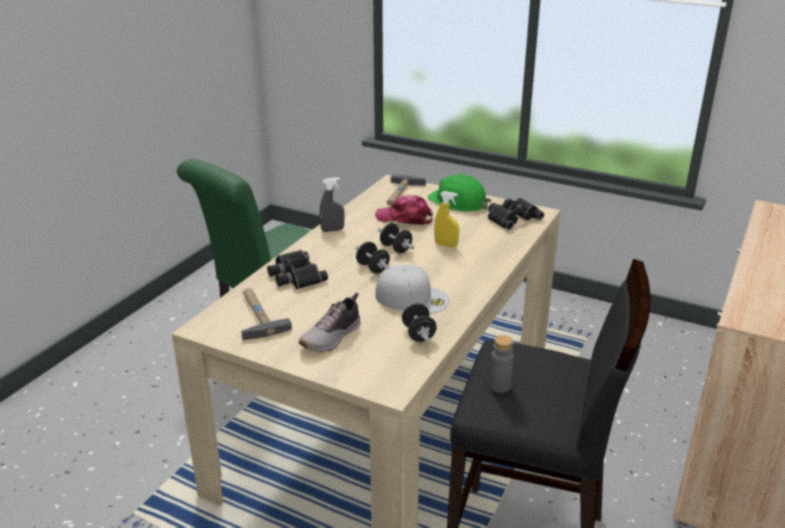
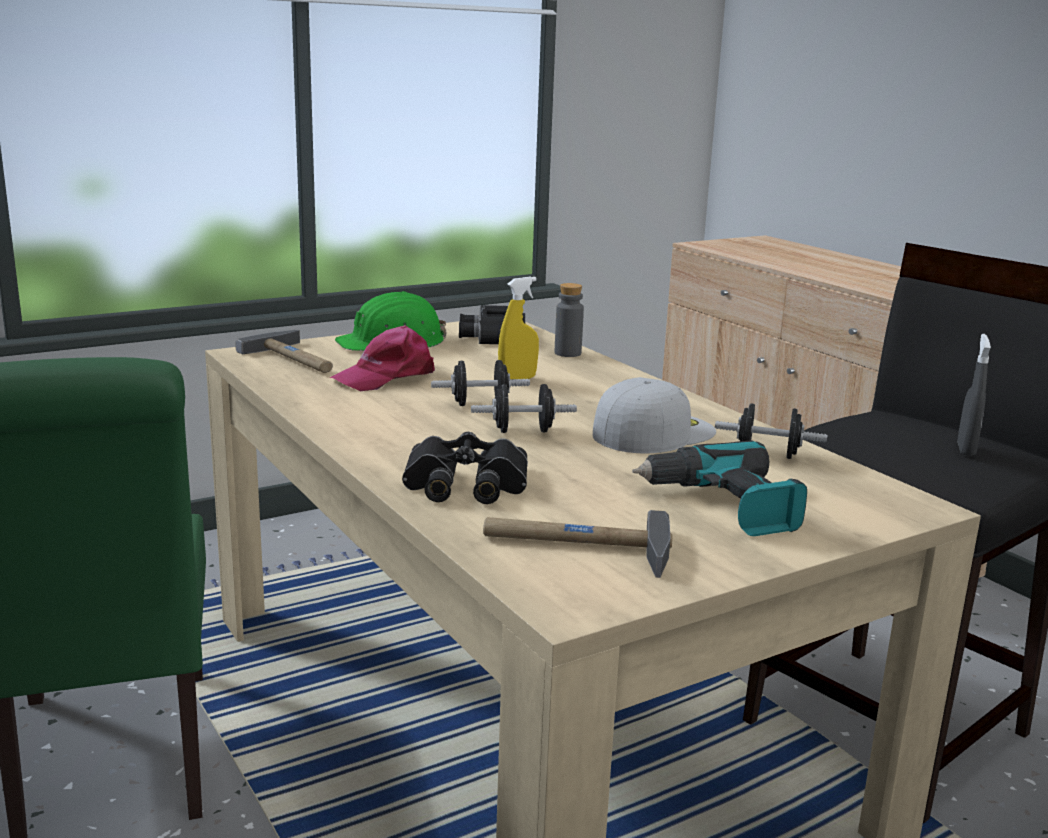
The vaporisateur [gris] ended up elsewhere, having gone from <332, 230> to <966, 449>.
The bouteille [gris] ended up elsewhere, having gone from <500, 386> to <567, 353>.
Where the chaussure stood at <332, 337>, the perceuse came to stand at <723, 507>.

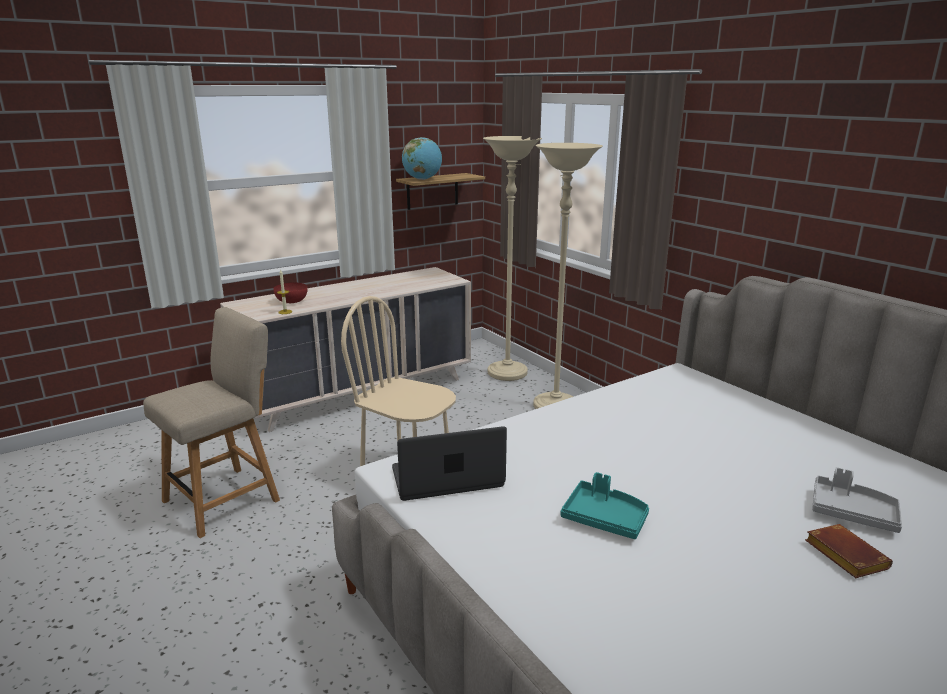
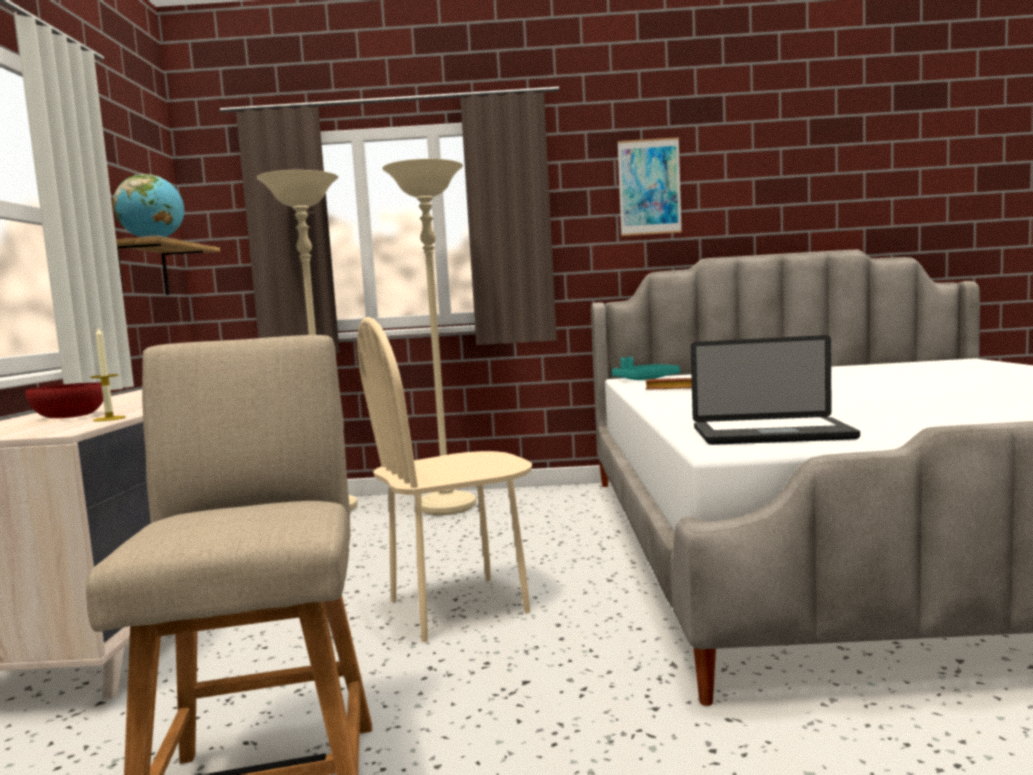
The second view lost the plateau [gris] at <852, 513>.
The second view gained the tableau at <649, 187>.
The plateau [turquoise] ended up elsewhere, having gone from <604, 518> to <645, 379>.
The livre [marron] ended up elsewhere, having gone from <842, 555> to <668, 389>.
The ordinateur portable at <447, 478> ended up facing another way, 105 degrees counterclockwise from before.

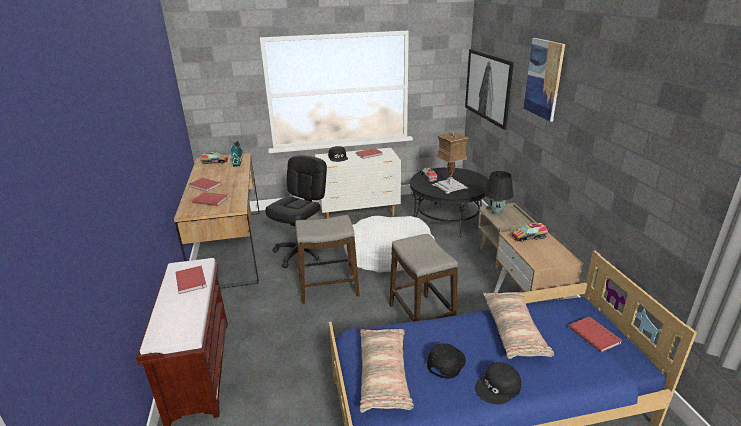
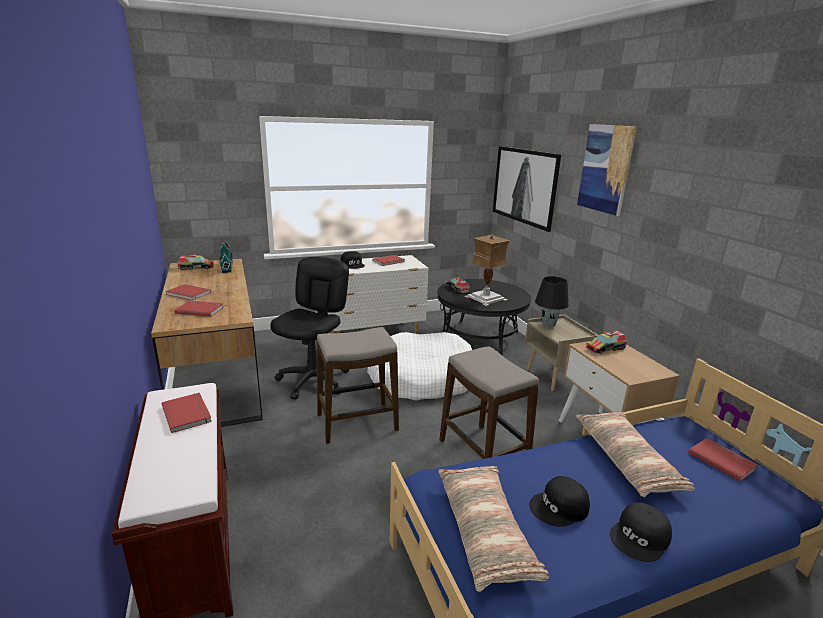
The casquette [noir] at <445, 362> ended up facing another way, 135 degrees counterclockwise from before.

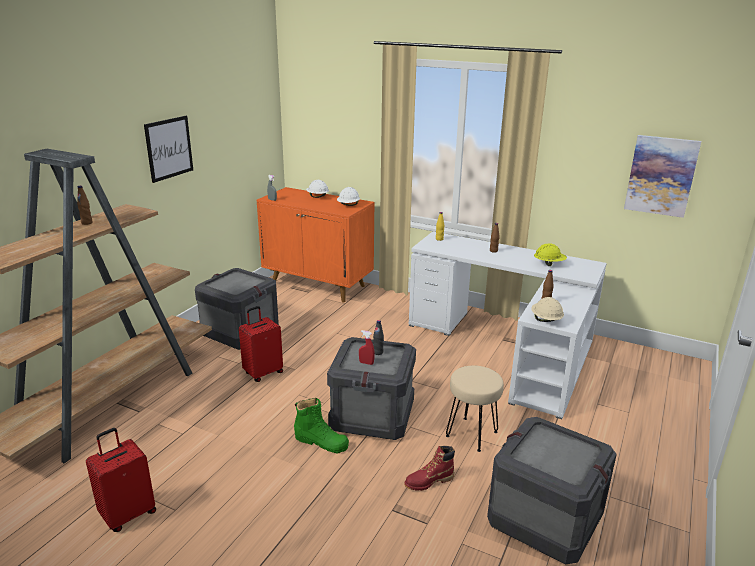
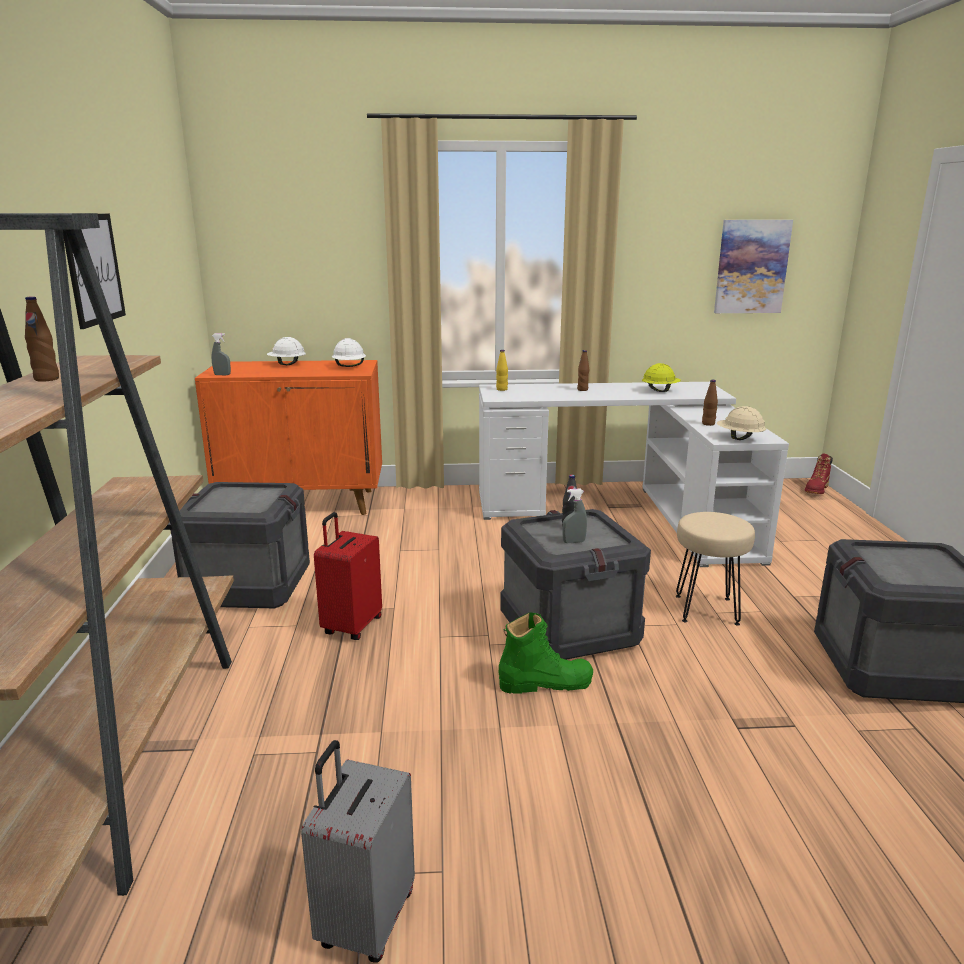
The botte [rouge] ended up elsewhere, having gone from <429, 481> to <816, 490>.
What was the valise [rouge] at <128, 514> turned into the valise [gris] at <364, 920>.
What was the vaporisateur [rouge] at <366, 363> turned into the vaporisateur [gris] at <573, 542>.

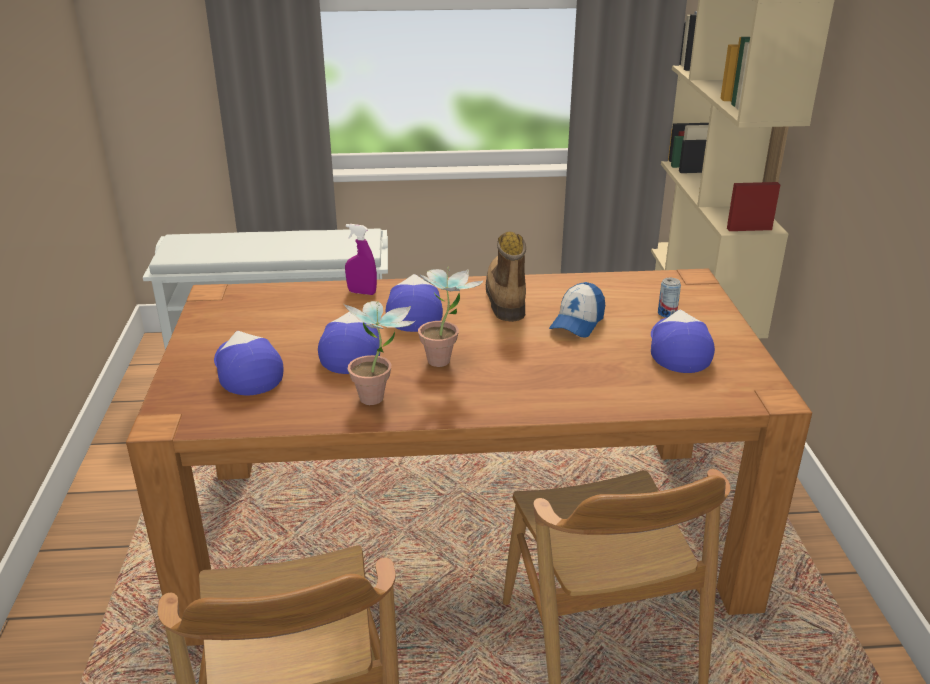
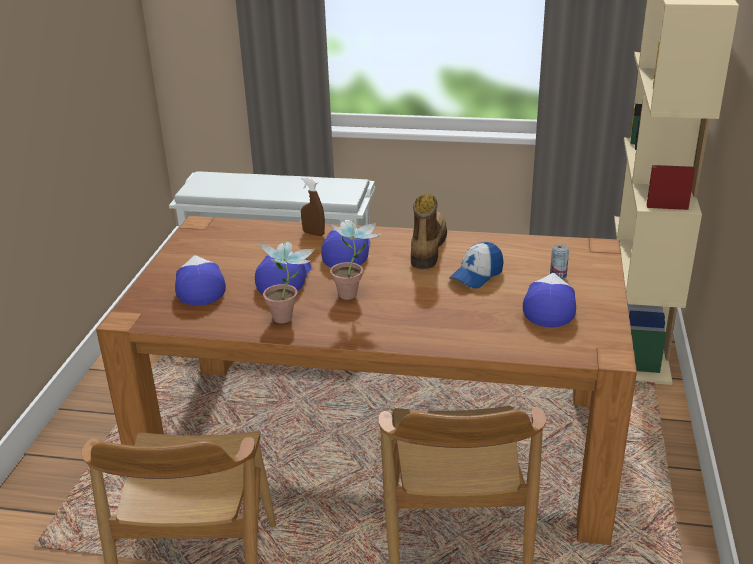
What was the vaporisateur [violet] at <362, 292> turned into the vaporisateur [marron] at <313, 233>.

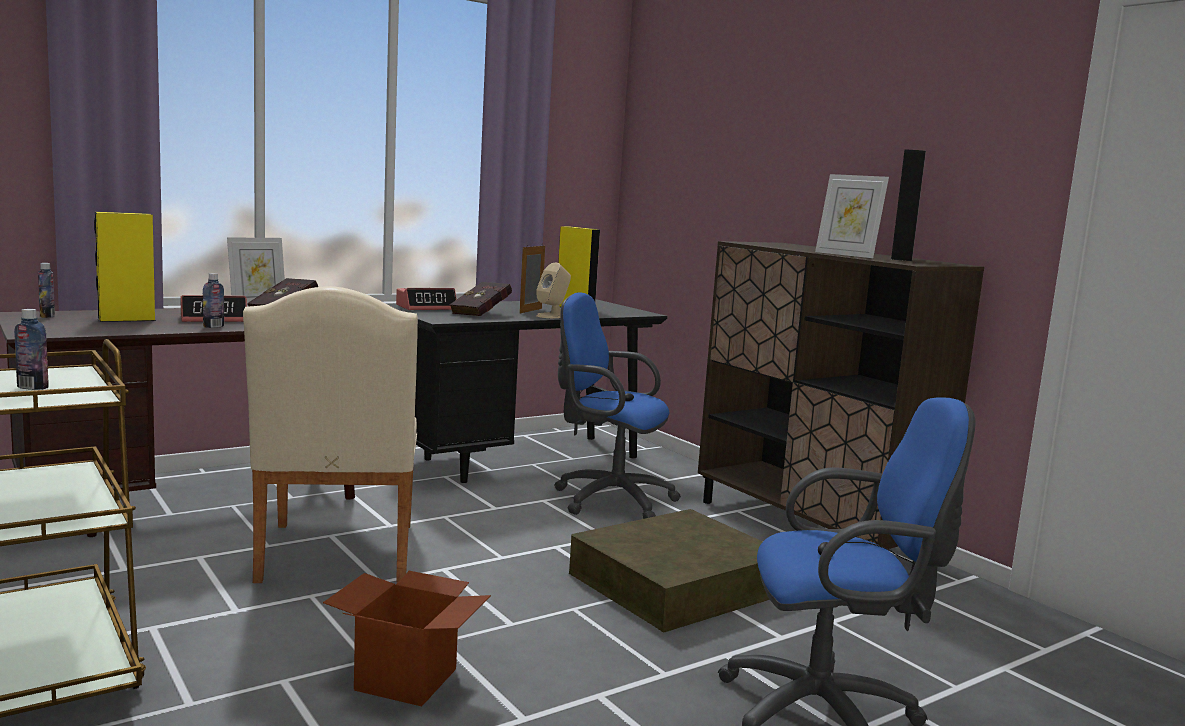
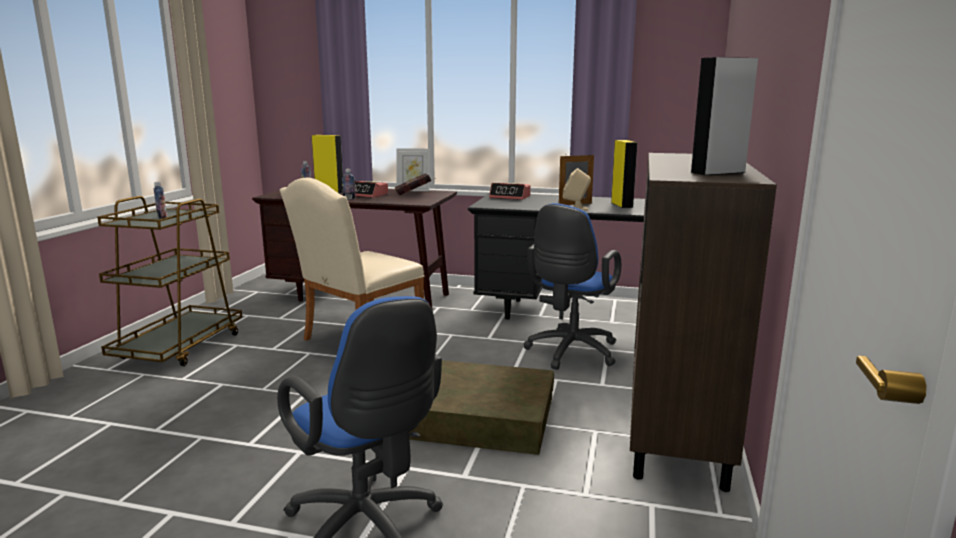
The second view lost the carton at <406, 679>.
The second view lost the livre [rouge] at <483, 314>.
The second view lost the cadre photo at <846, 255>.
The chaise de bureau [bleu] at <607, 499> ended up facing another way, 135 degrees counterclockwise from before.

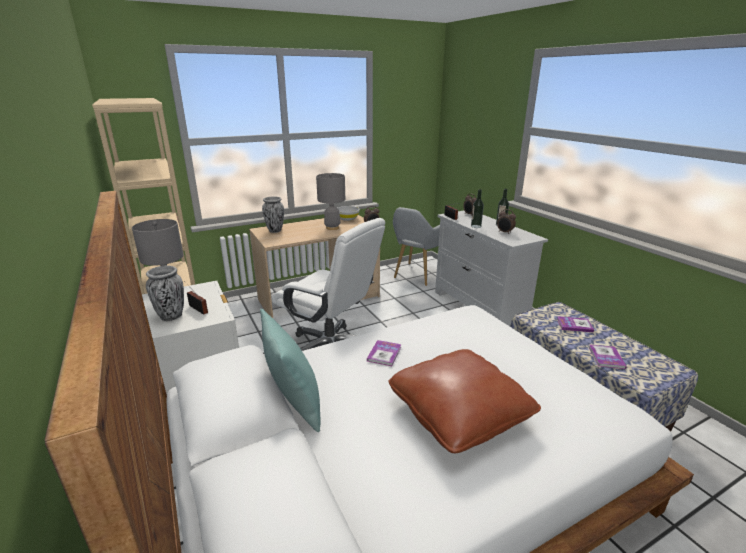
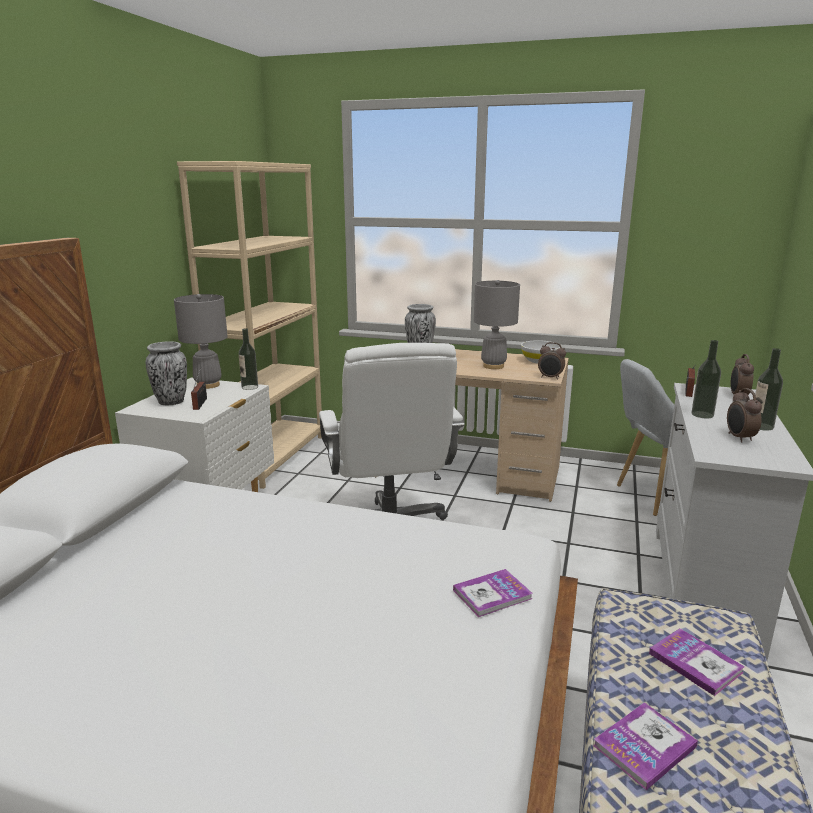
The second view lost the coussin [turquoise] at <294, 403>.
The second view lost the coussin [marron] at <459, 413>.
The second view gained the bouteille at <249, 387>.
The livre ended up elsewhere, having gone from <384, 354> to <492, 594>.

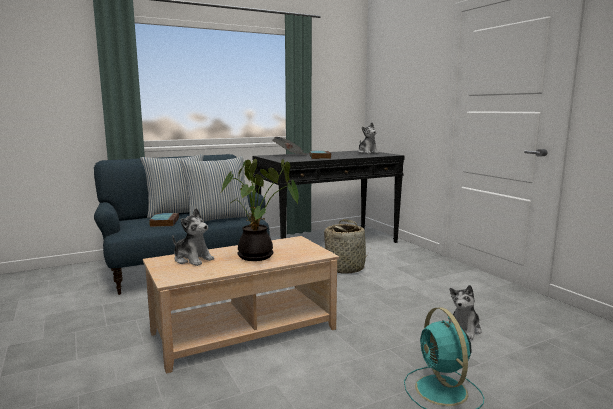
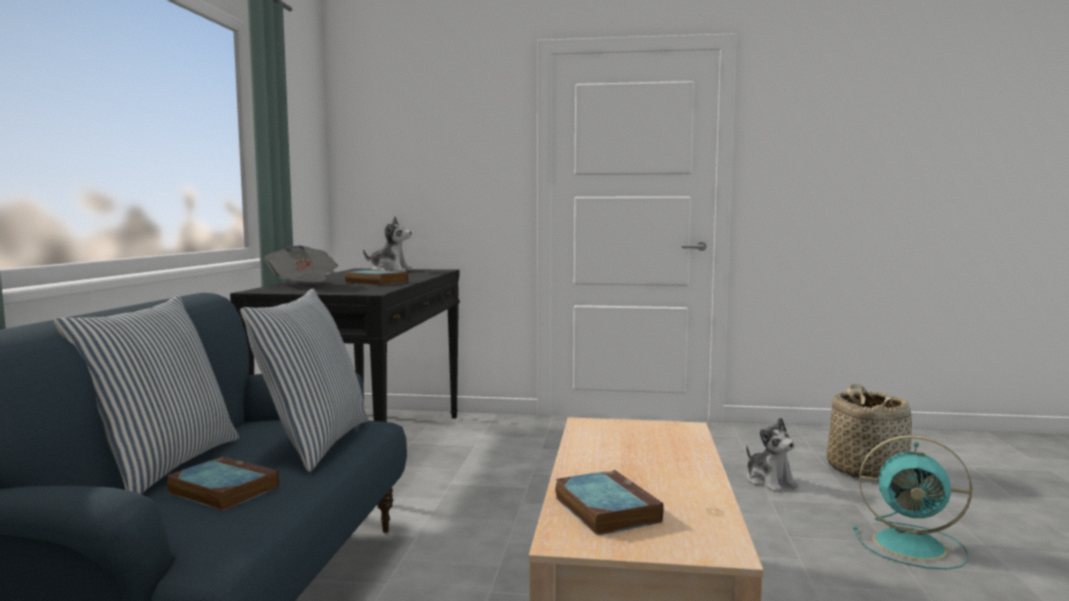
The second view lost the plante en pot at <259, 256>.
The panier ended up elsewhere, having gone from <345, 268> to <865, 471>.
Where the peluche stood at <192, 259>, the livre came to stand at <604, 509>.

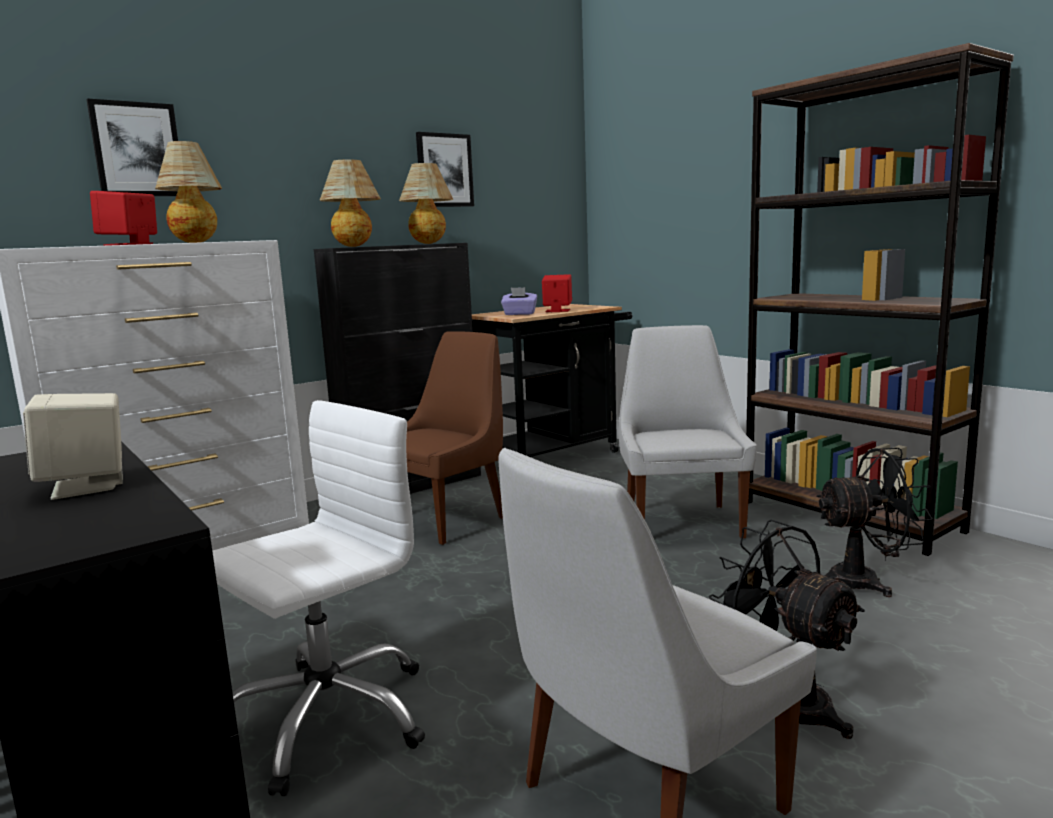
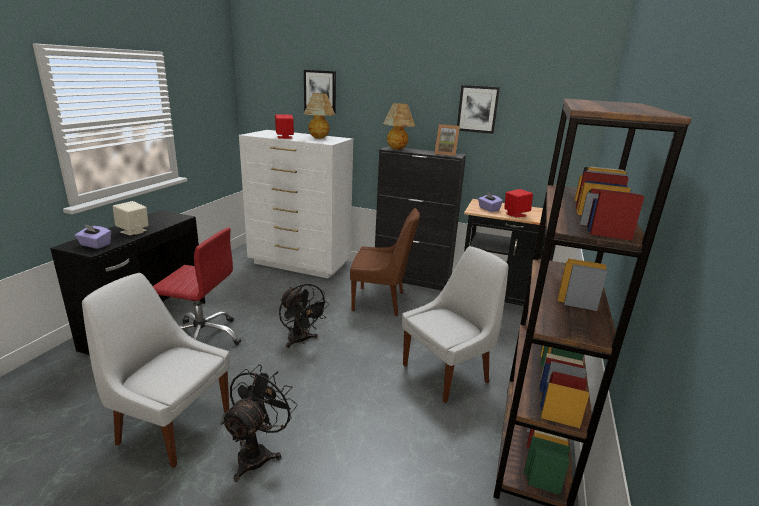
The second view gained the boîte à mouchoirs [violet] at <95, 245>.
The ventilateur [noir] ended up elsewhere, having gone from <866, 581> to <301, 341>.
Where the lampe de table stood at <429, 243>, the cadre photo came to stand at <446, 154>.
What was the chaise de bureau [blanc] at <327, 717> turned into the chaise de bureau [rouge] at <202, 338>.

